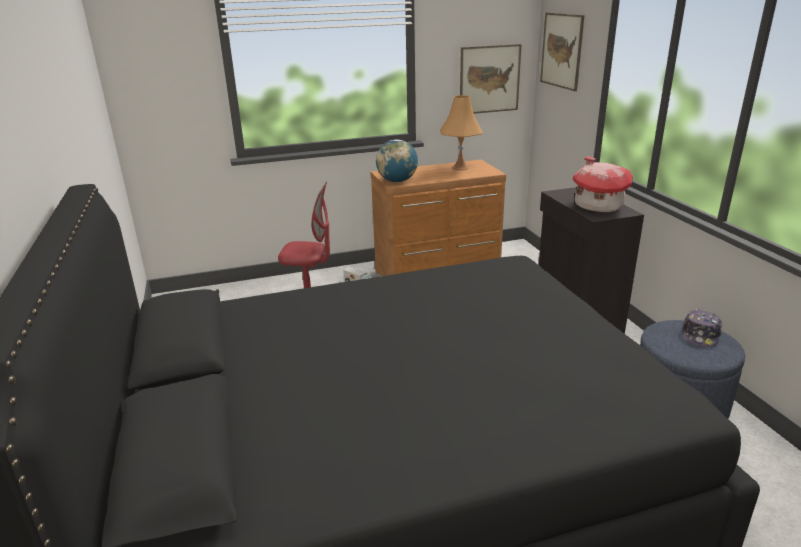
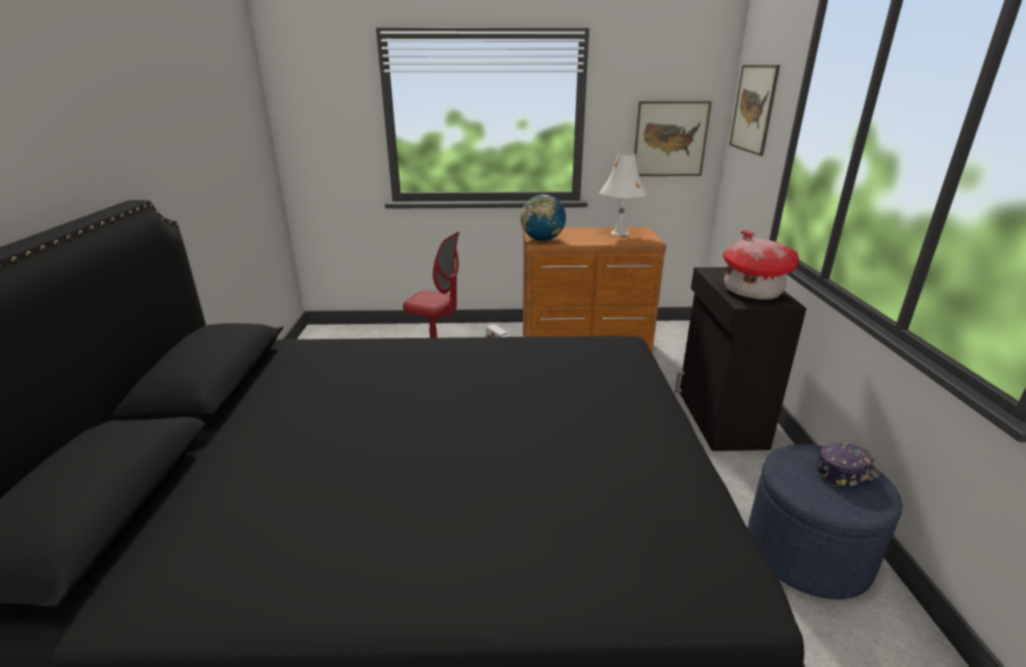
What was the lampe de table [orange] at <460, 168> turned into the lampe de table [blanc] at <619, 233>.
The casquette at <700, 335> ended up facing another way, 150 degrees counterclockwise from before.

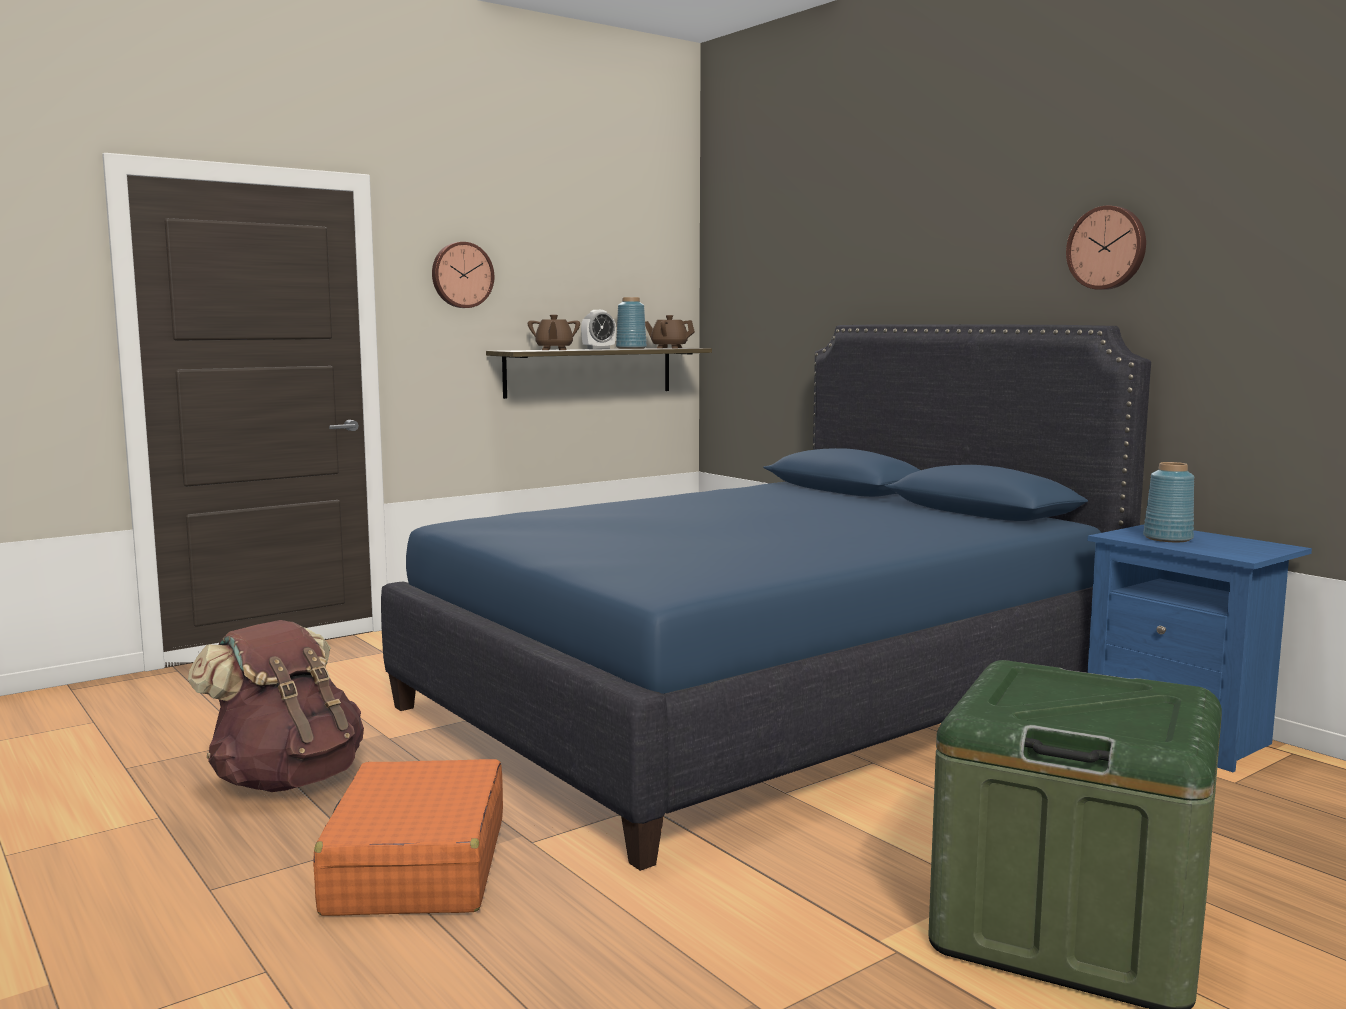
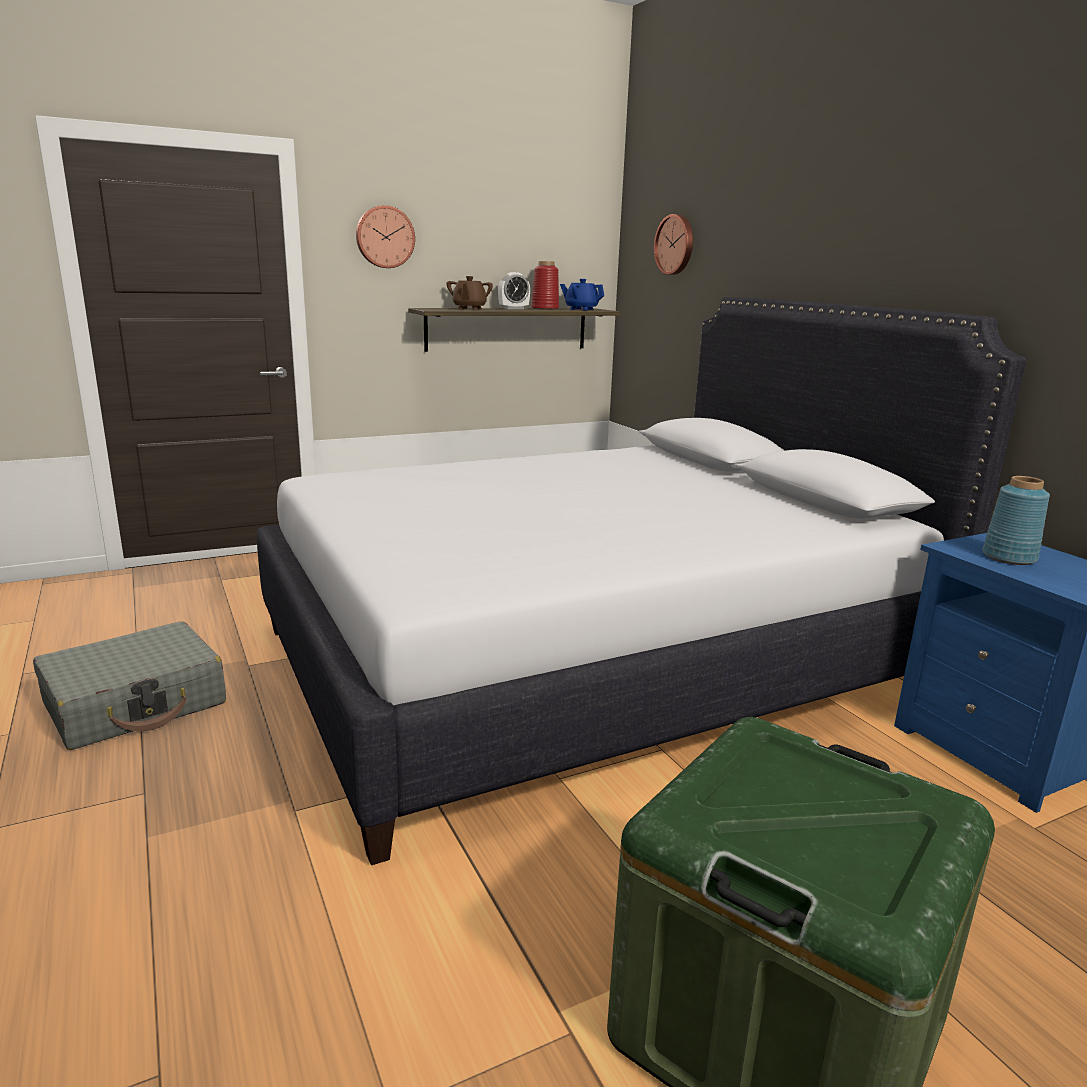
The second view lost the valise [orange] at <416, 866>.
The horloge murale ended up elsewhere, having gone from <1108, 248> to <675, 244>.
Where the sac à dos [marron] stood at <286, 780>, the valise [gris] came to stand at <136, 704>.
What was the lit [bleu] at <758, 702> turned into the lit [blanc] at <587, 660>.
What was the vase [bleu] at <630, 348> turned into the vase [rouge] at <544, 309>.
What was the théière [marron] at <669, 348> turned into the théière [bleu] at <581, 309>.

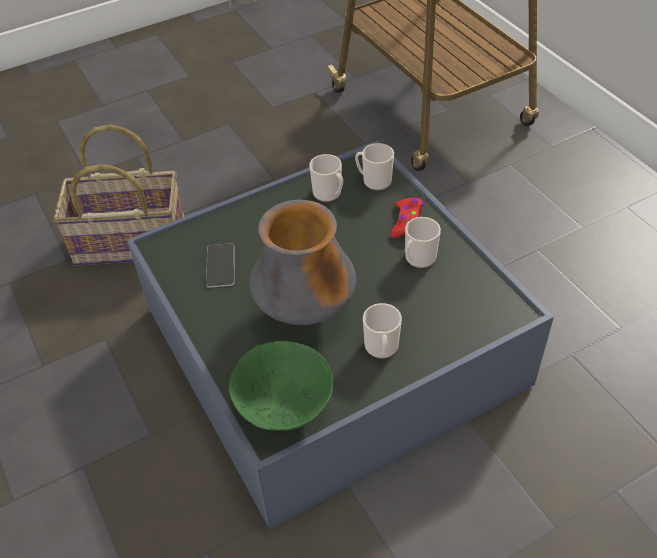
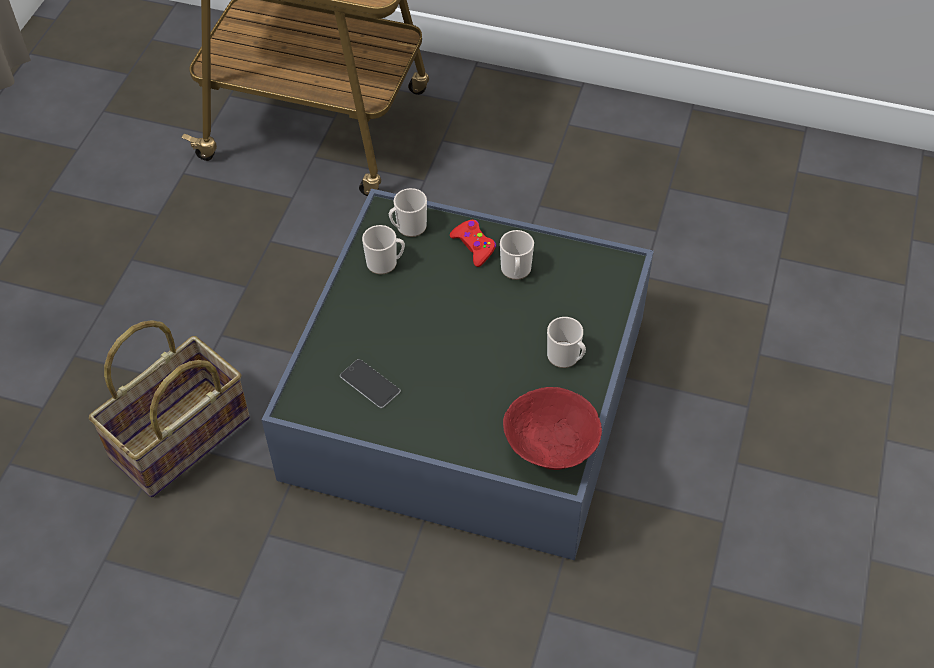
The second view lost the vase at <305, 312>.
What was the bol [vert] at <284, 409> turned into the bol [rouge] at <551, 449>.

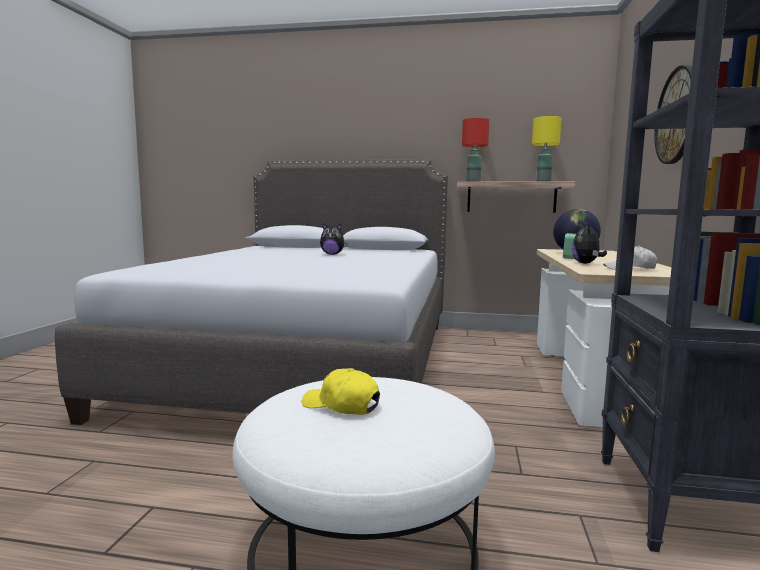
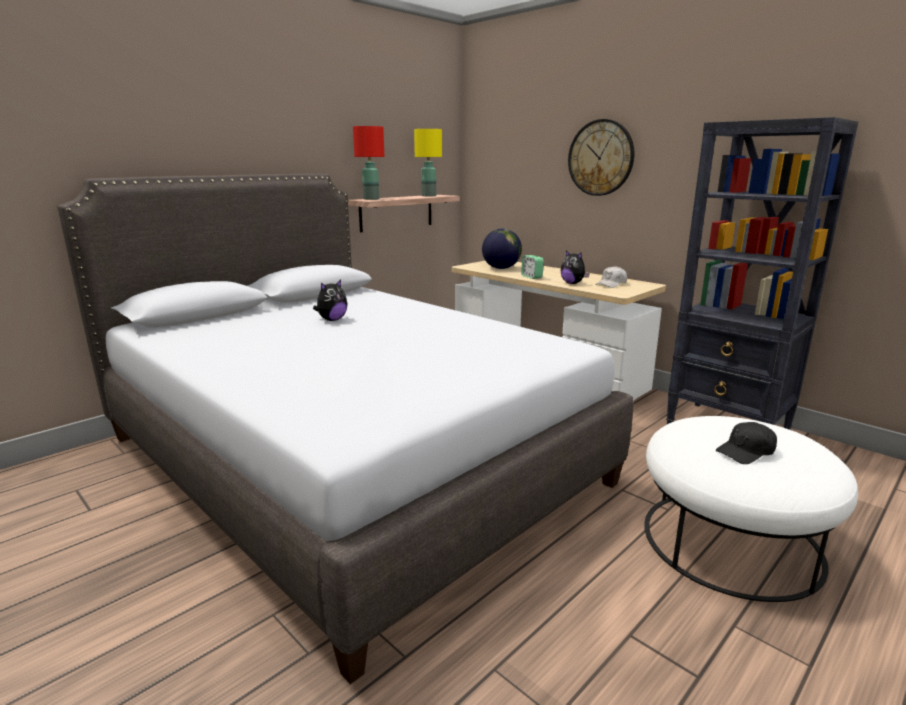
What was the casquette [jaune] at <341, 405> turned into the casquette [noir] at <746, 452>.

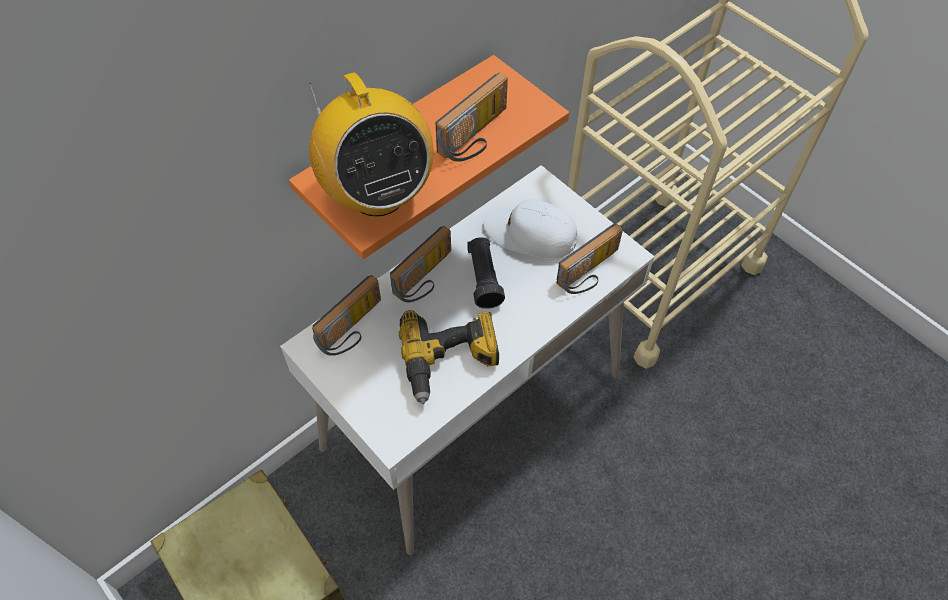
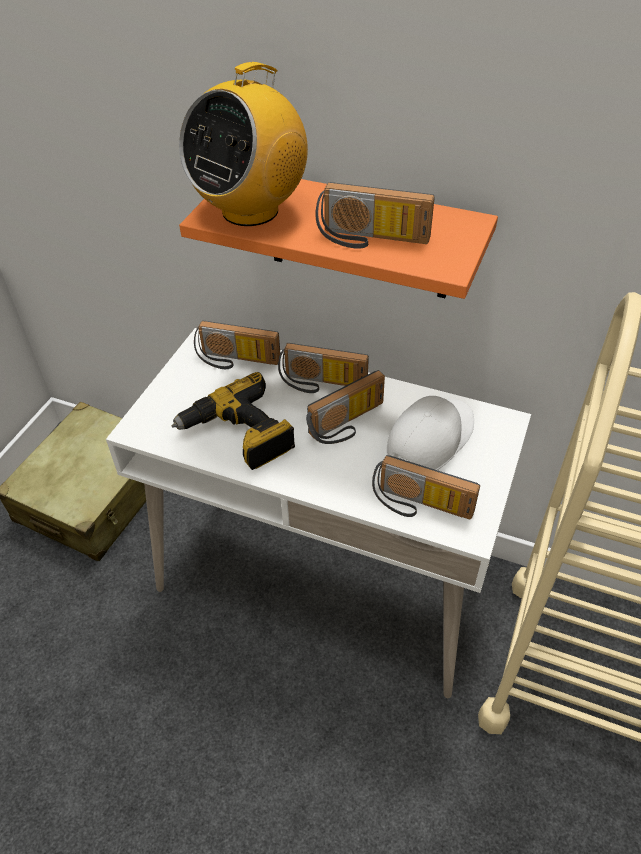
Where the lampe de poche [noir] stood at <484, 279>, the radio came to stand at <349, 424>.
The casquette [blanc] at <530, 235> ended up facing another way, 45 degrees clockwise from before.

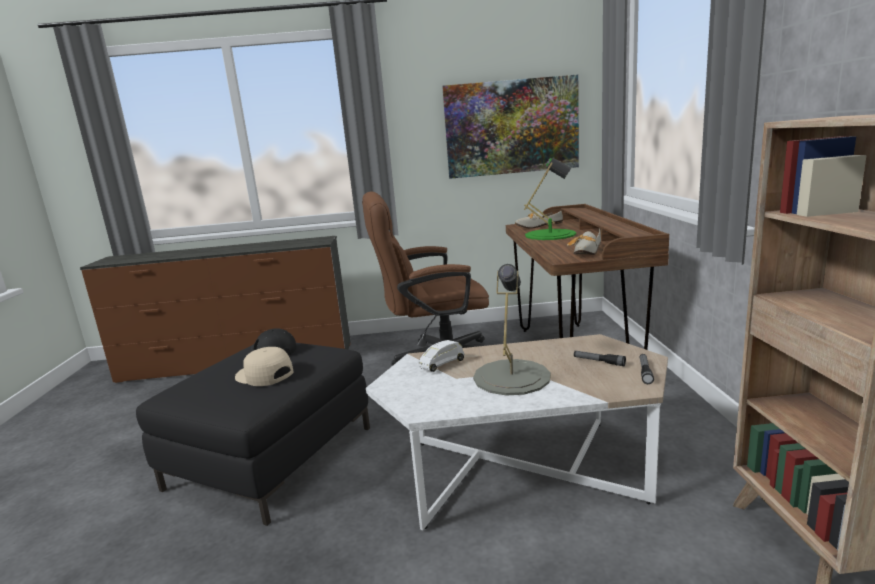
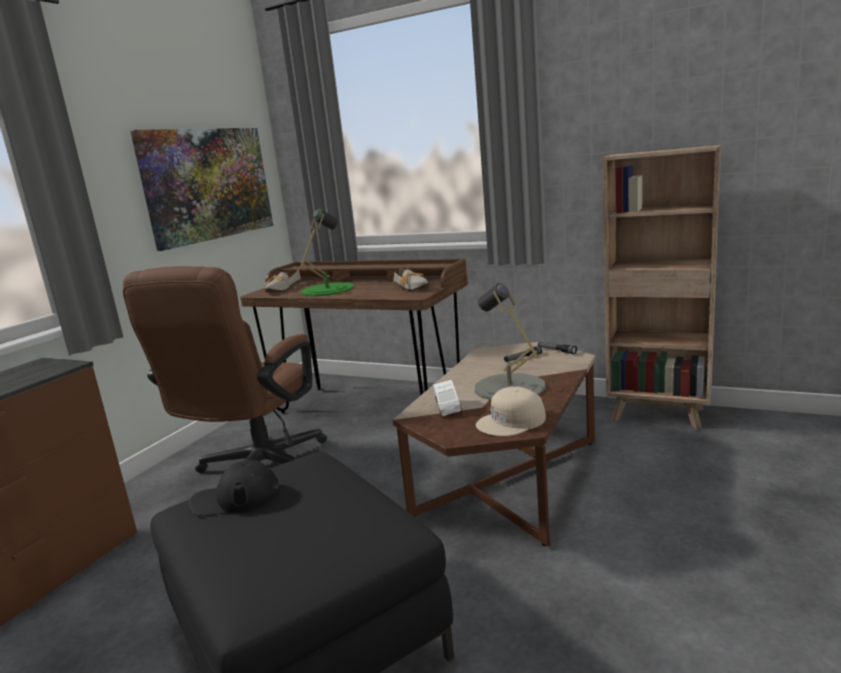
The casquette [beige] ended up elsewhere, having gone from <264, 375> to <512, 422>.
What was the table basse [blanc] at <522, 470> turned into the table basse [marron] at <508, 478>.

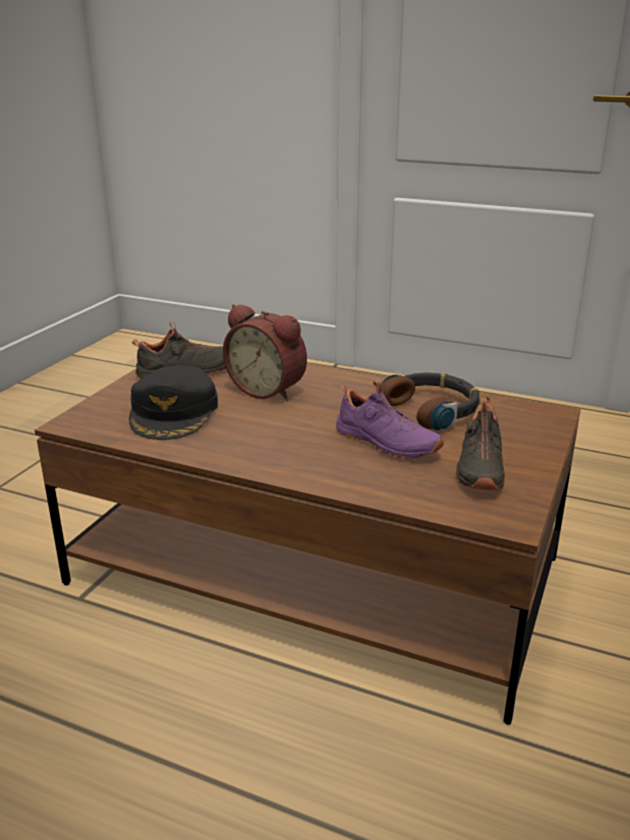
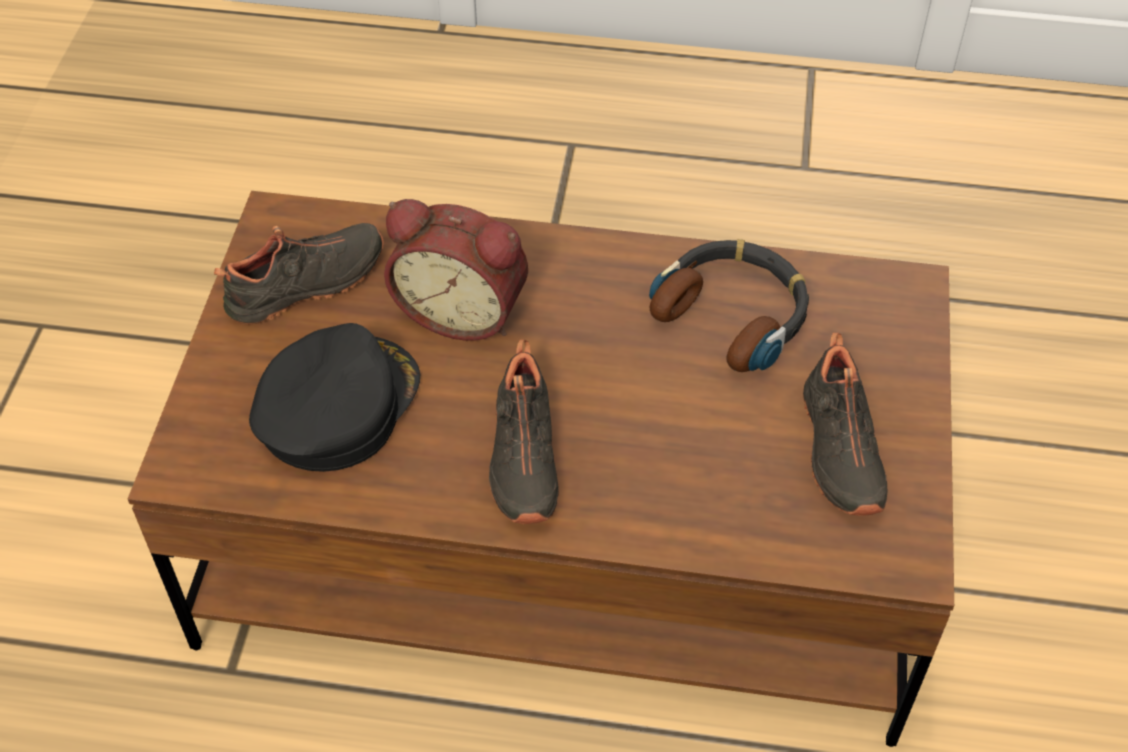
The second view lost the chaussure [violet] at <385, 444>.
The second view gained the chaussure [noir] at <521, 457>.
The casquette [noir] at <174, 412> ended up facing another way, 135 degrees counterclockwise from before.

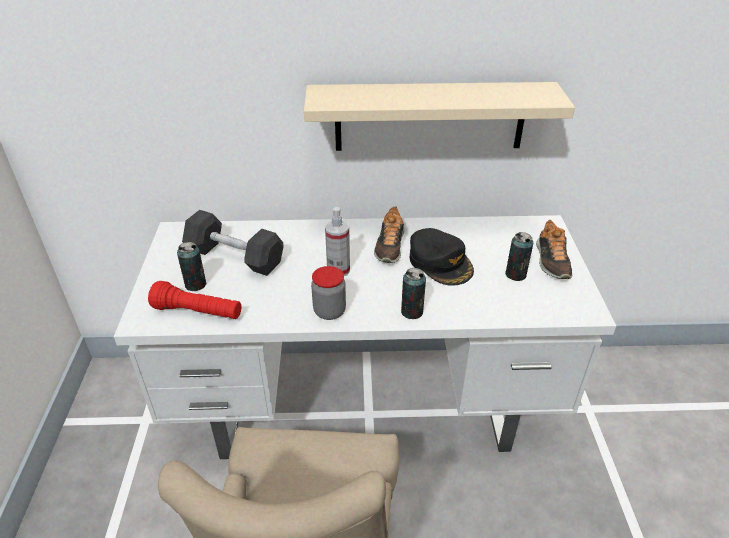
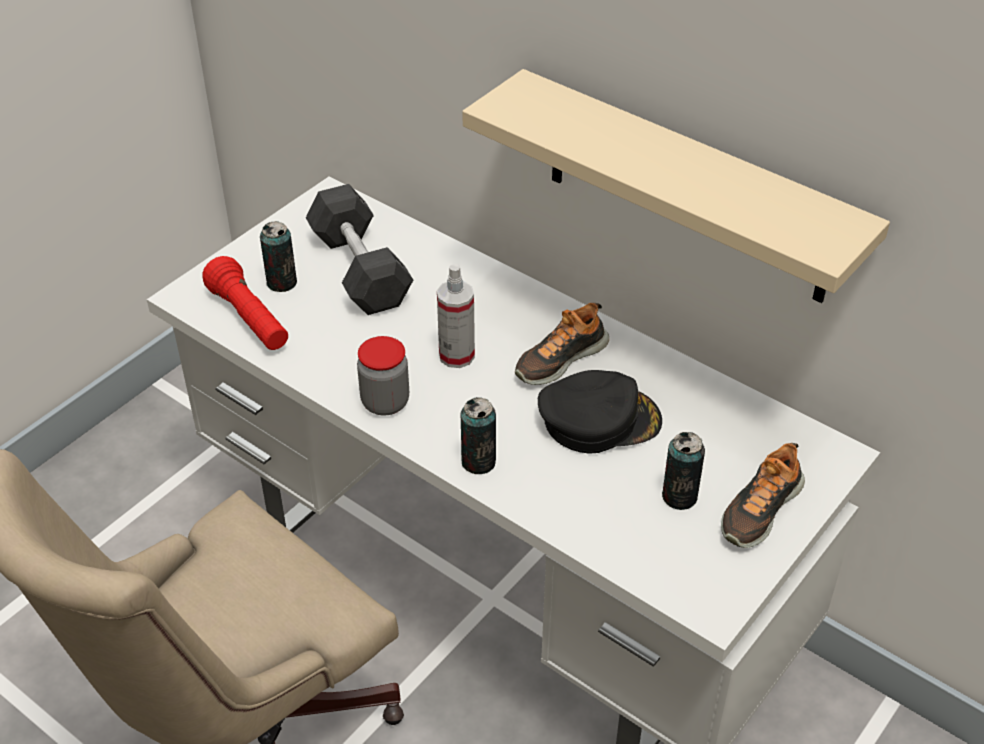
The casquette [noir] at <440, 262> ended up facing another way, 105 degrees counterclockwise from before.

